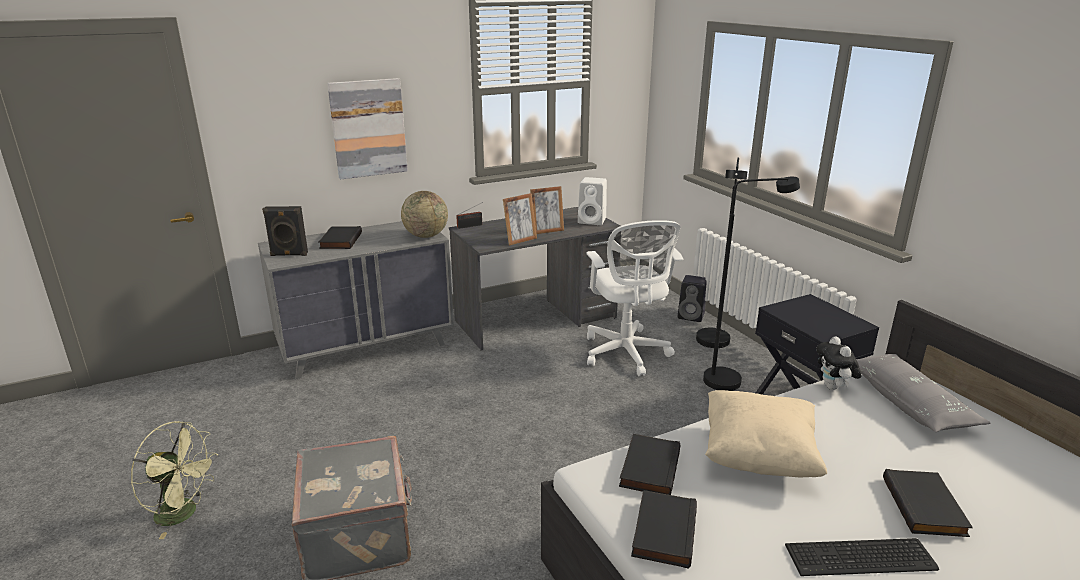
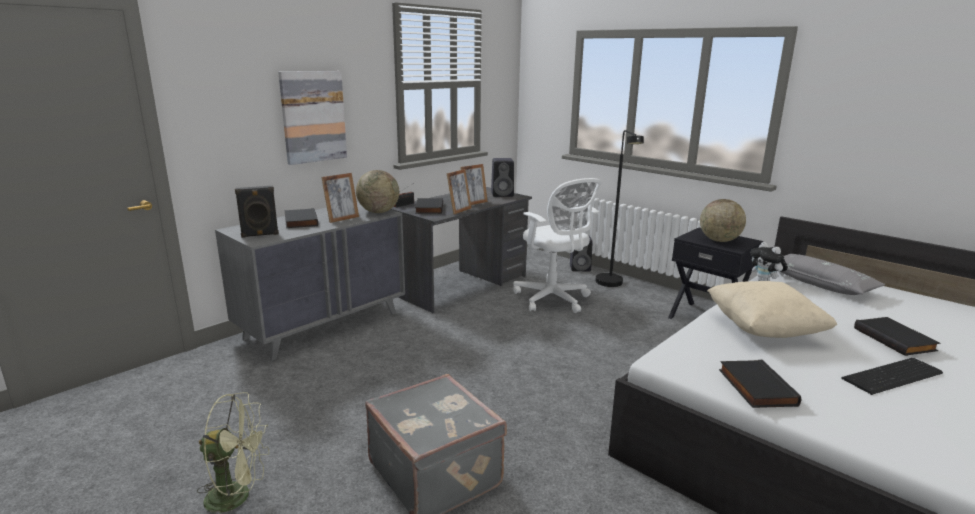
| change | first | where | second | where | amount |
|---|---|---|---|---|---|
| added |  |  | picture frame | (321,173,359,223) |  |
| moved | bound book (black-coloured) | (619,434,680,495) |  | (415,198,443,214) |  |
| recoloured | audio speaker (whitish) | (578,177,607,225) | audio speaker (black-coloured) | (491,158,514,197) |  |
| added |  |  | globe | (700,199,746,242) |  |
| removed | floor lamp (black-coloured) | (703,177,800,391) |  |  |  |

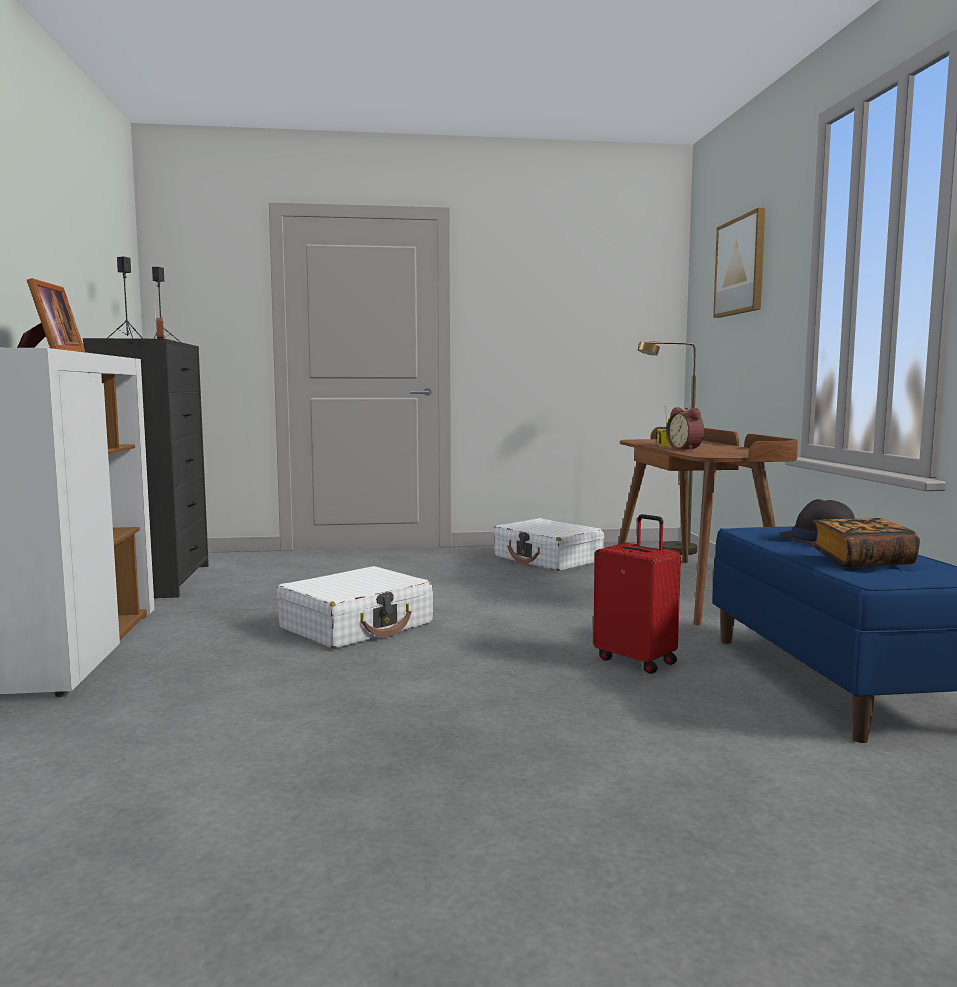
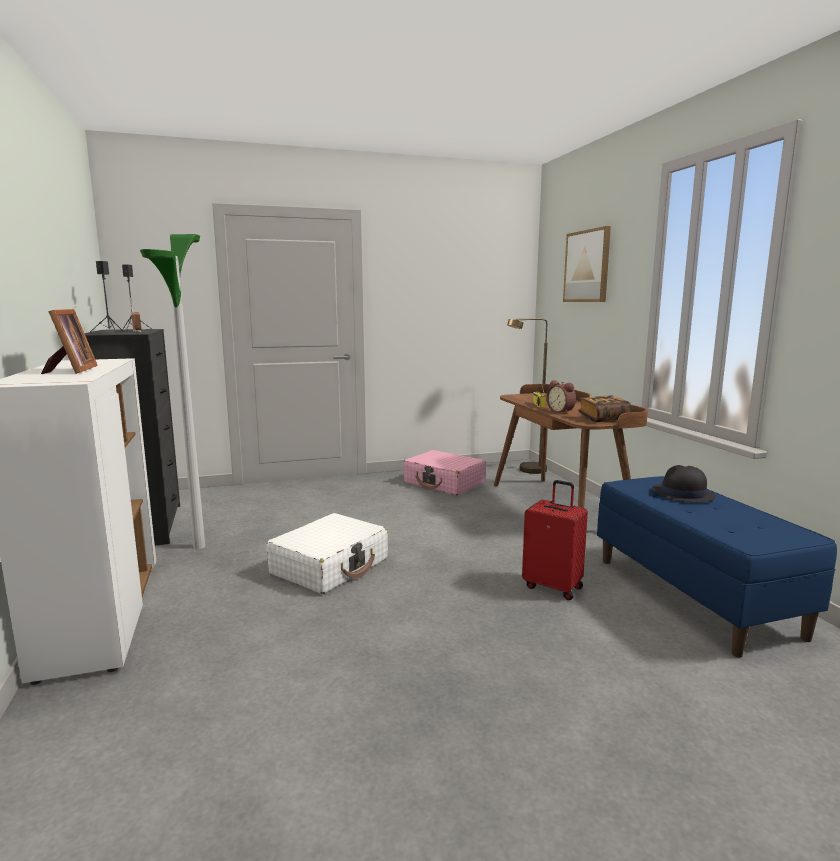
| change | first | where | second | where | amount |
|---|---|---|---|---|---|
| added |  |  | floor lamp | (140,234,205,549) |  |
| recoloured | travel case (whitish) | (494,518,604,571) | travel case (pink-coloured) | (403,450,486,495) |  |
| moved | bound book | (811,518,920,568) |  | (578,395,632,422) |  |

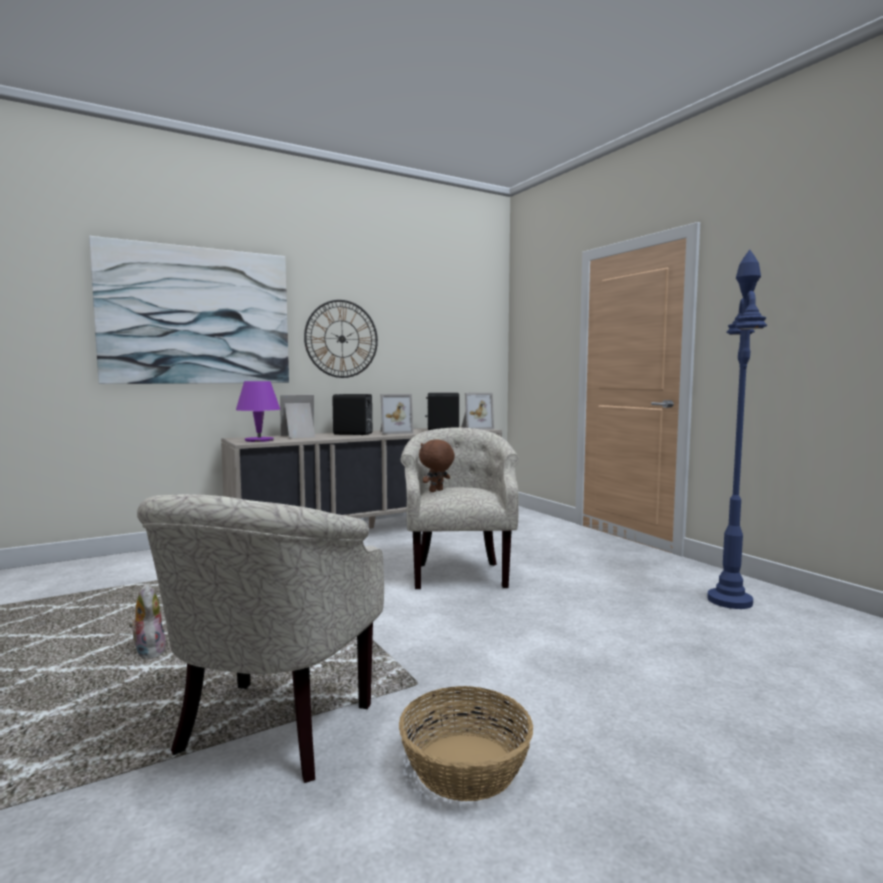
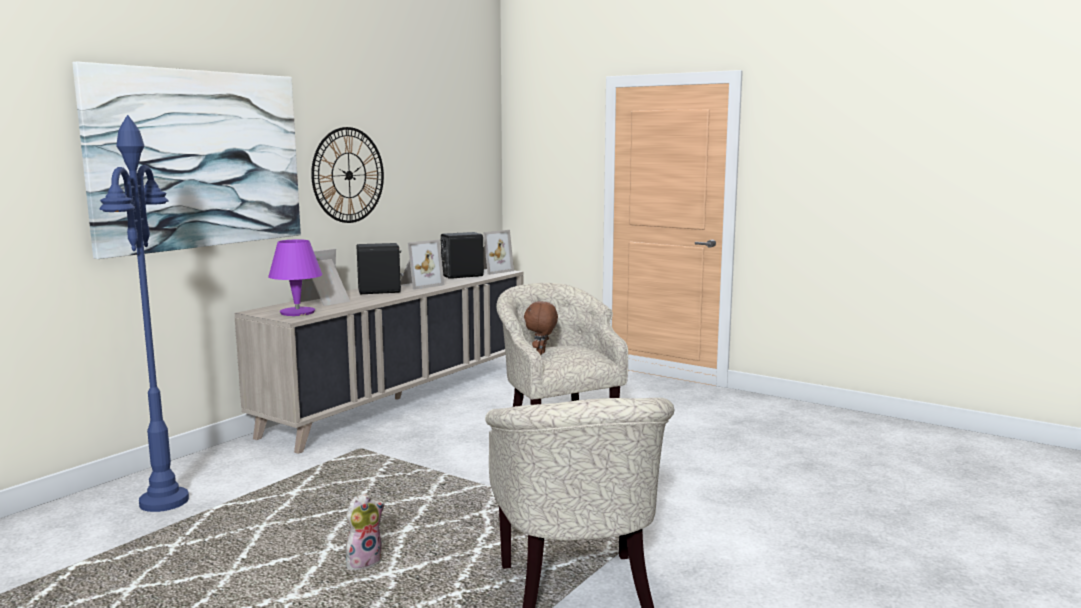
| change | first | where | second | where | amount |
|---|---|---|---|---|---|
| moved | floor lamp (blue-coloured) | (707,250,767,609) |  | (99,115,189,512) |  |
| turned | plush toy | (129,584,166,659) |  | (346,494,385,570) | 105 degrees clockwise |
| removed | household basket | (399,686,533,801) |  |  |  |

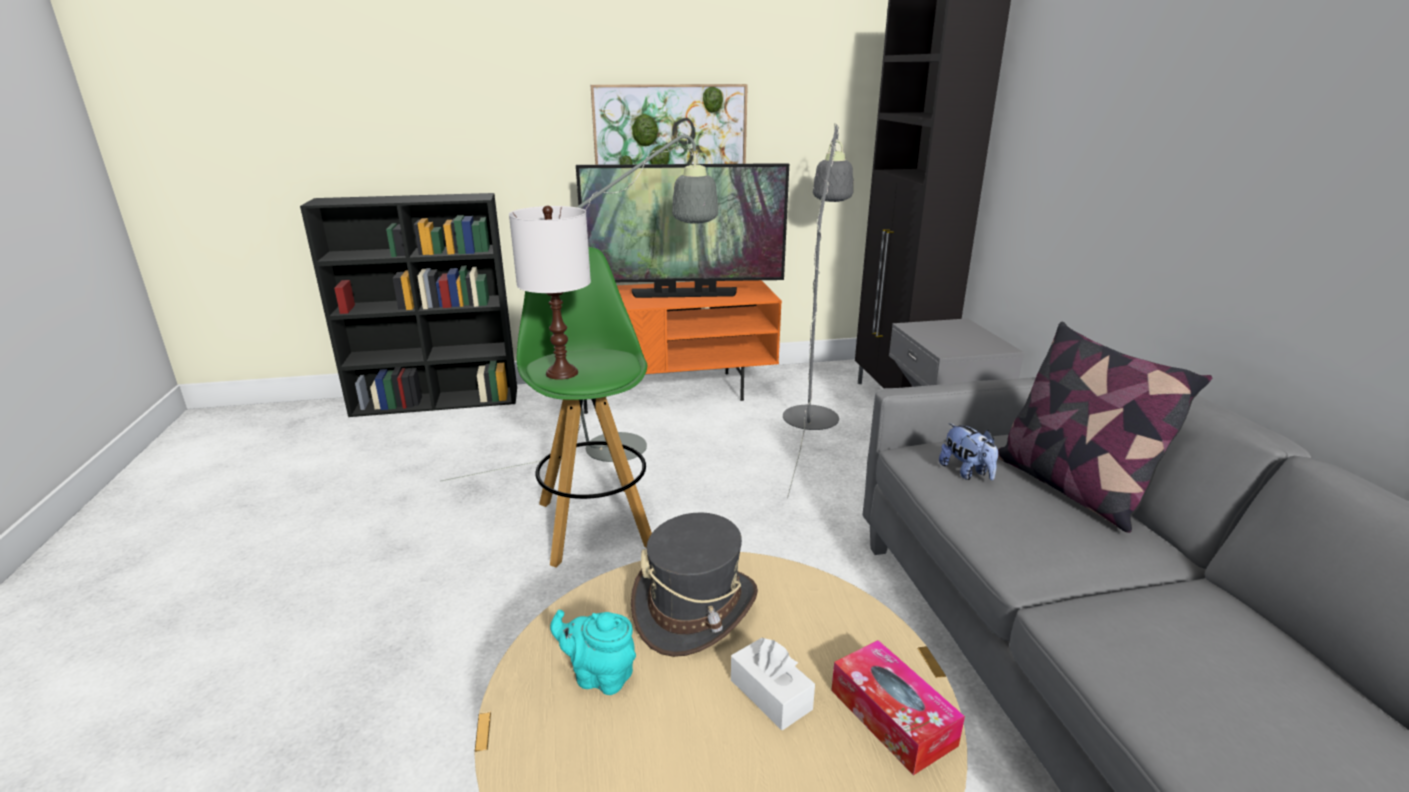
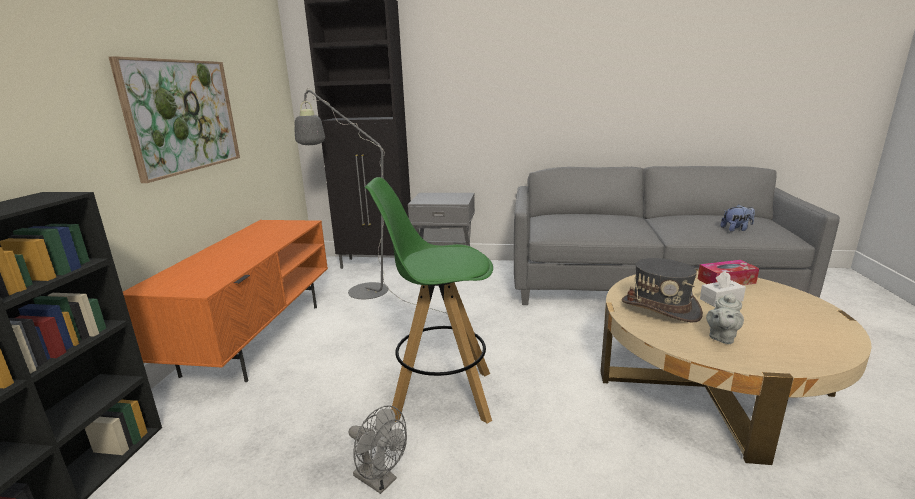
| change | first | where | second | where | amount |
|---|---|---|---|---|---|
| added |  |  | cooling fan (grey) | (349,405,407,494) |  |
| recoloured | pot for tea (blue-green) | (550,610,636,695) | pot for tea (grey) | (706,292,744,344) |  |
| moved | plush toy | (939,423,998,480) |  | (720,205,755,232) |  |
| removed | floor lamp (grey) | (440,131,718,482) |  |  |  |
| removed | lamp for a table (whitish) | (509,205,591,380) |  |  |  |
| removed | TV | (576,163,789,298) |  |  |  |
| removed | throw pillow | (998,322,1212,533) |  |  |  |

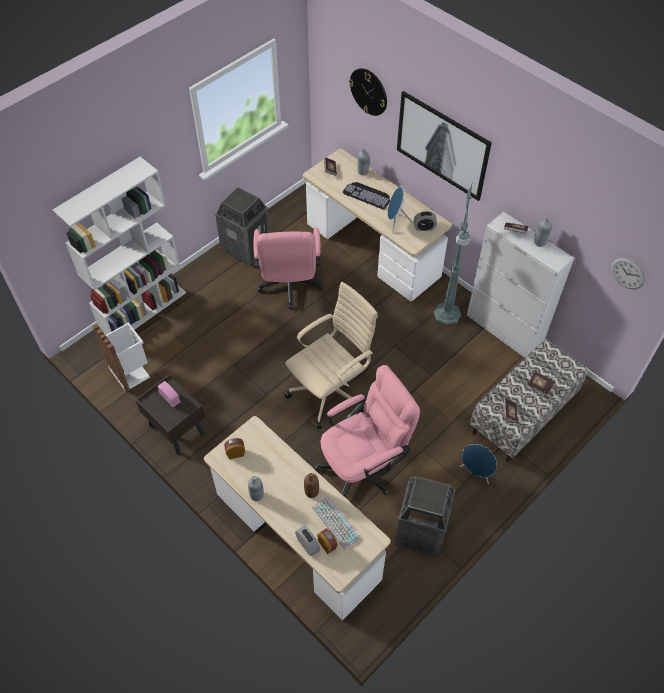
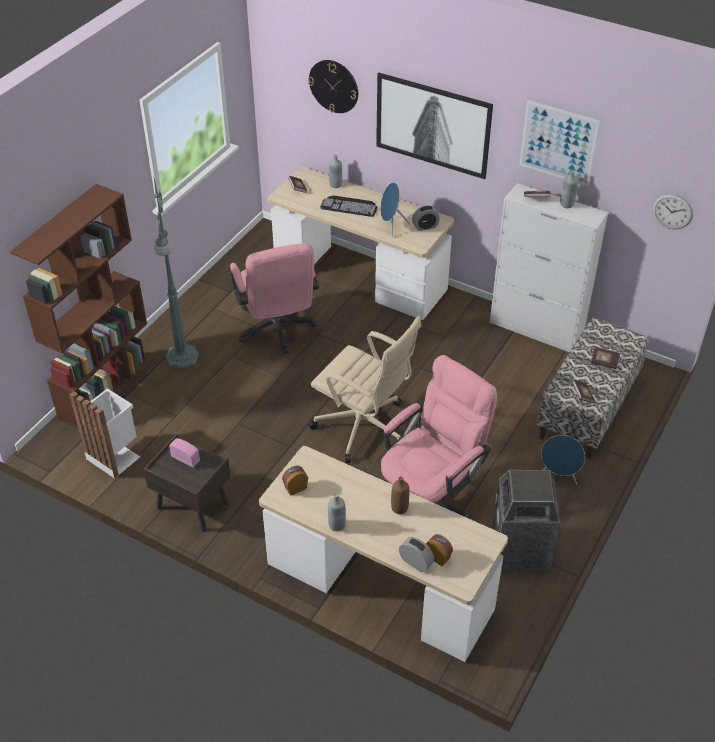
| change | first | where | second | where | amount |
|---|---|---|---|---|---|
| recoloured | bookcase (whitish) | (53,157,186,335) | bookcase (brown) | (10,184,154,428) |  |
| moved | floor lamp (greenish) | (434,185,472,325) |  | (154,178,199,368) |  |
| turned | computer chair (sand-coloured) | (284,282,378,429) |  | (308,316,421,463) | 90 degrees clockwise |
| added |  |  | wall art | (519,100,600,186) |  |
| removed | rubbish bin | (215,187,270,265) |  |  |  |
| removed | keyboard | (312,496,360,549) |  |  |  |

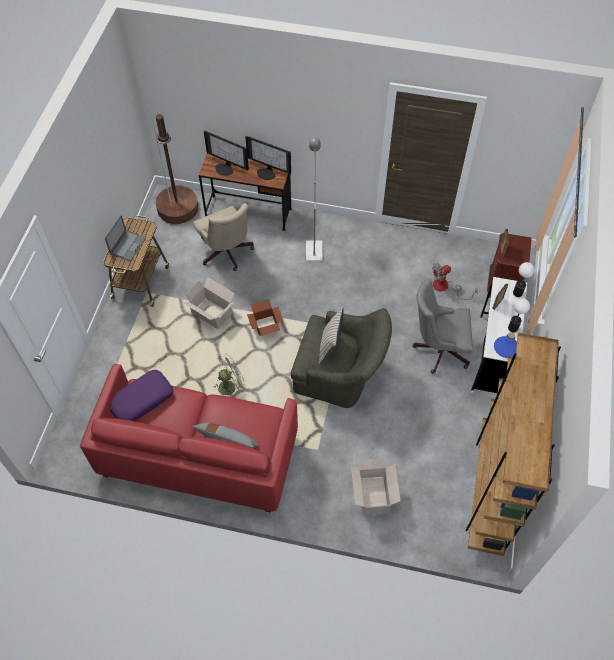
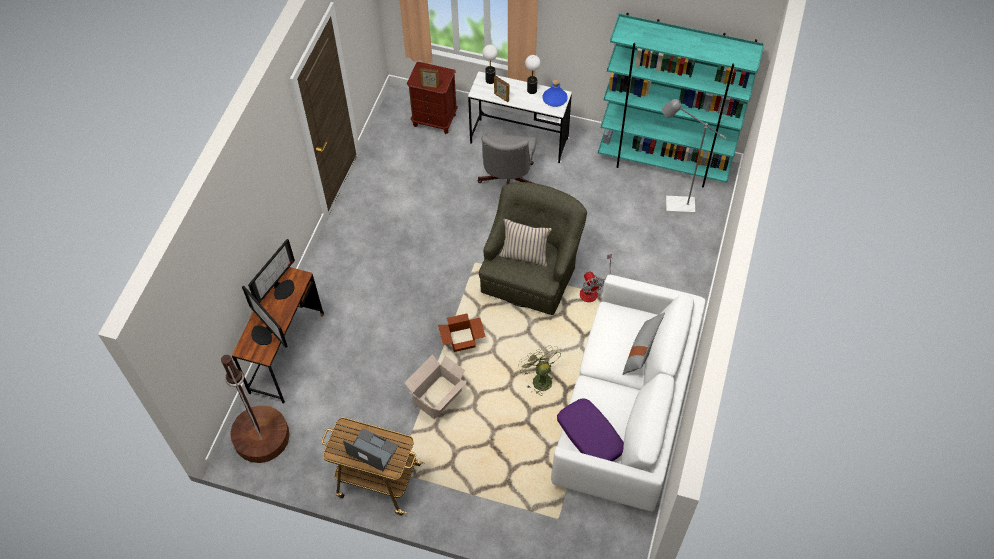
| change | first | where | second | where | amount |
|---|---|---|---|---|---|
| turned | monitor | (204,131,249,176) |  | (242,285,288,348) | 105 degrees clockwise |
| recoloured | sofa (reddish) | (80,364,298,512) | sofa (whitish) | (551,275,705,511) |  |
| moved | cooling fan | (432,263,478,300) |  | (580,254,612,302) |  |
| recoloured | bookcase (brown) | (466,333,561,556) | bookcase (blue-green) | (598,13,764,188) |  |
| moved | floor lamp (grey) | (306,137,323,261) |  | (662,99,726,214) |  |
| removed | computer chair (sand-coloured) | (193,203,254,271) |  |  |  |
| removed | carton | (351,458,401,515) |  |  |  |

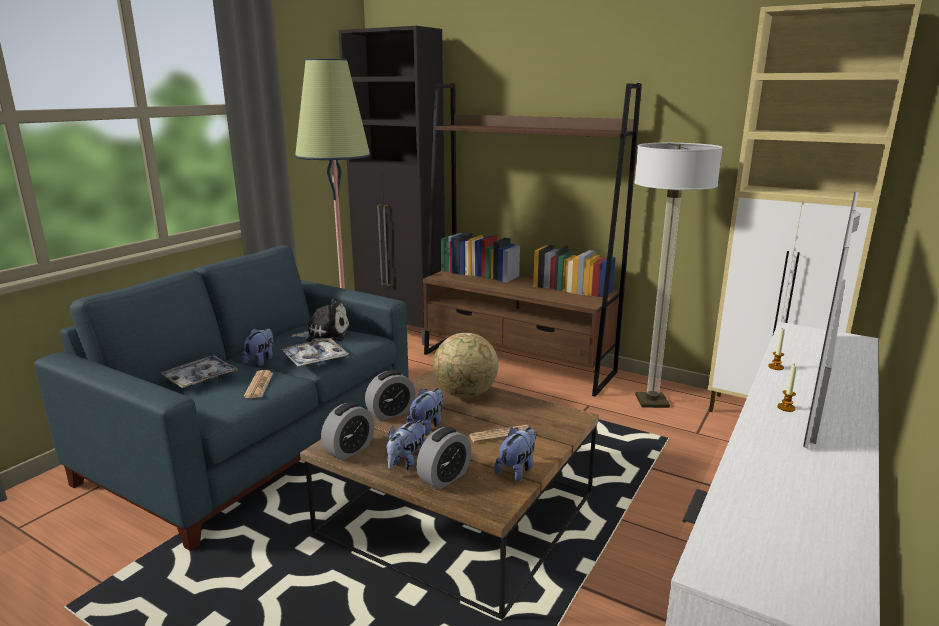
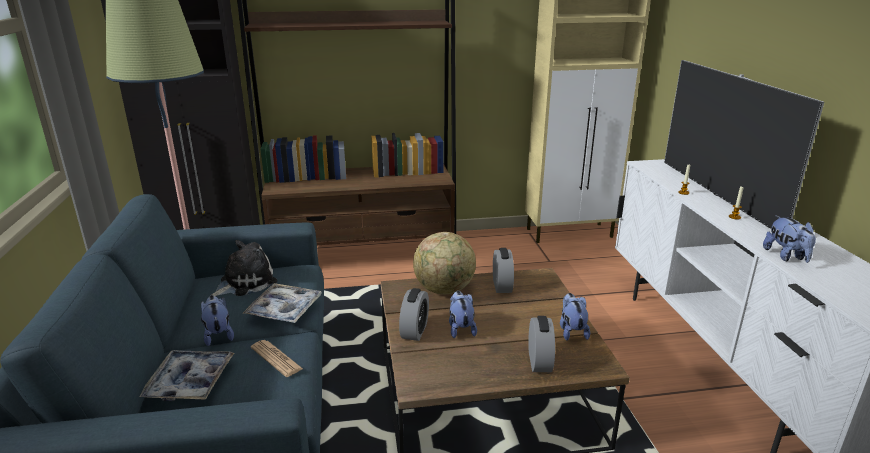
| change | first | where | second | where | amount |
|---|---|---|---|---|---|
| moved | alarm clock | (321,402,375,460) |  | (493,248,514,293) |  |
| moved | plush toy | (387,420,426,470) |  | (763,215,816,263) |  |
| removed | printed paper | (469,425,529,443) |  |  |  |
| removed | floor lamp | (634,143,723,408) |  |  |  |

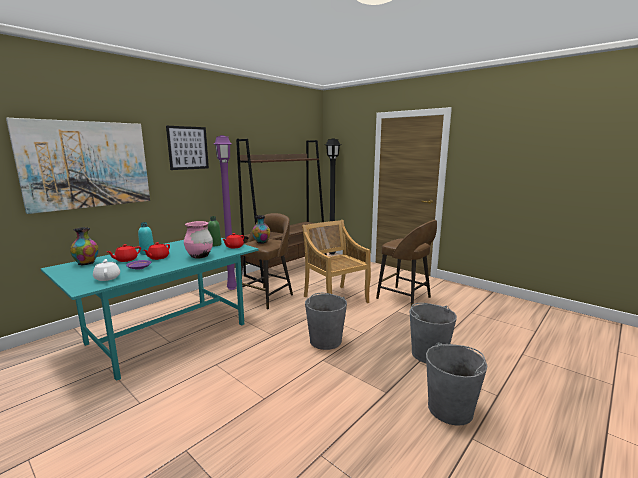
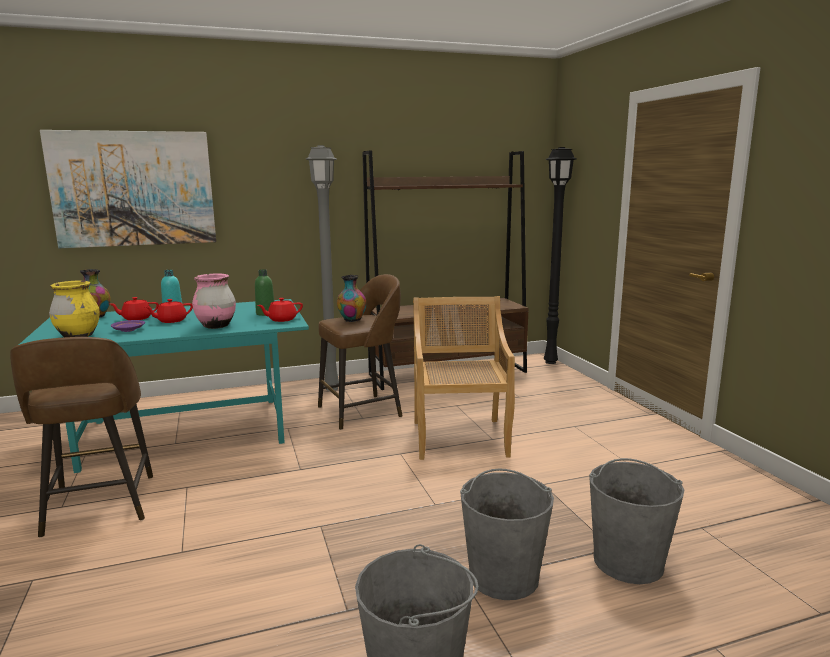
| change | first | where | second | where | amount |
|---|---|---|---|---|---|
| moved | stool seat (brown) | (376,220,437,307) |  | (10,337,153,537) |  |
| replaced | pot for tea (whitish) | (93,259,120,281) | flower vase (yellow-coloured) | (49,281,100,337) |  |
| recoloured | floor lamp (purple-coloured) | (214,135,237,290) | floor lamp (grey) | (306,145,339,391) |  |
| moved | pail (grey) | (305,293,347,350) |  | (589,458,684,584) |  |
| removed | wall art | (166,126,209,170) |  |  |  |

